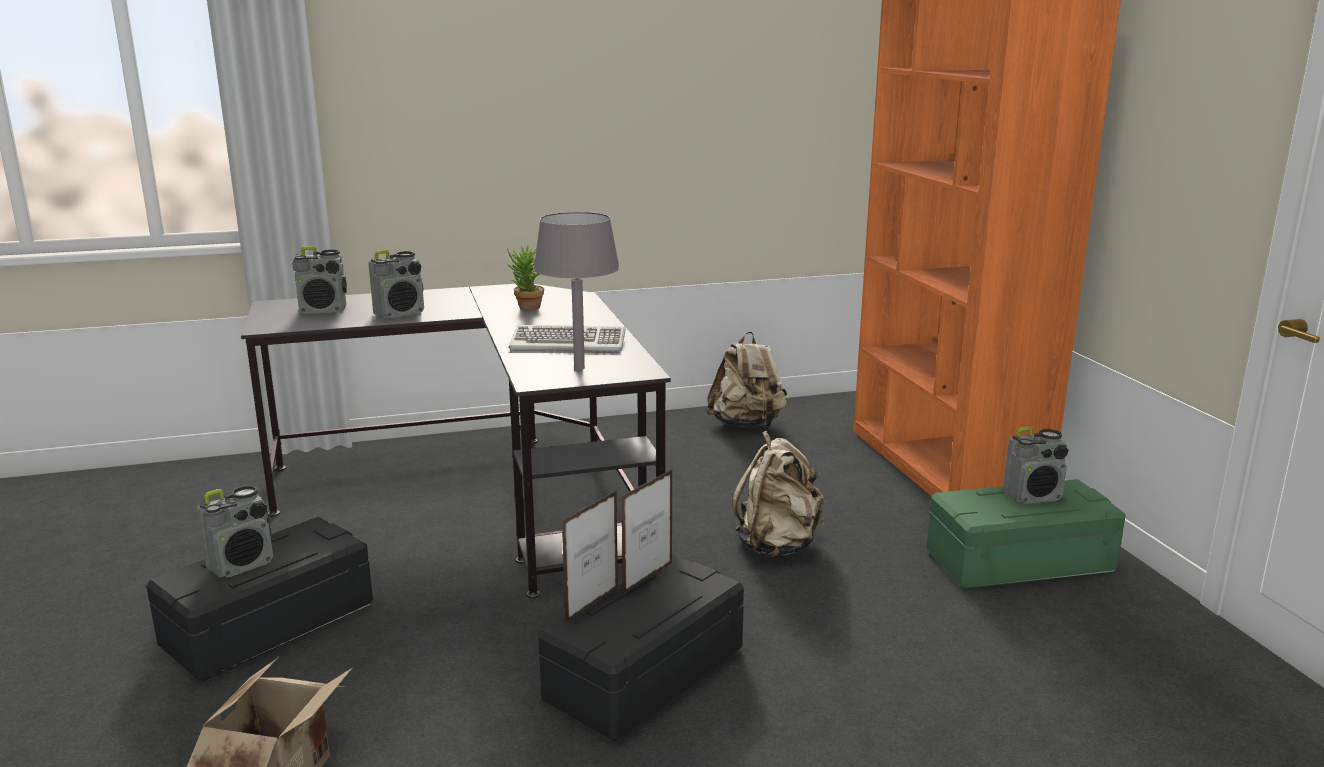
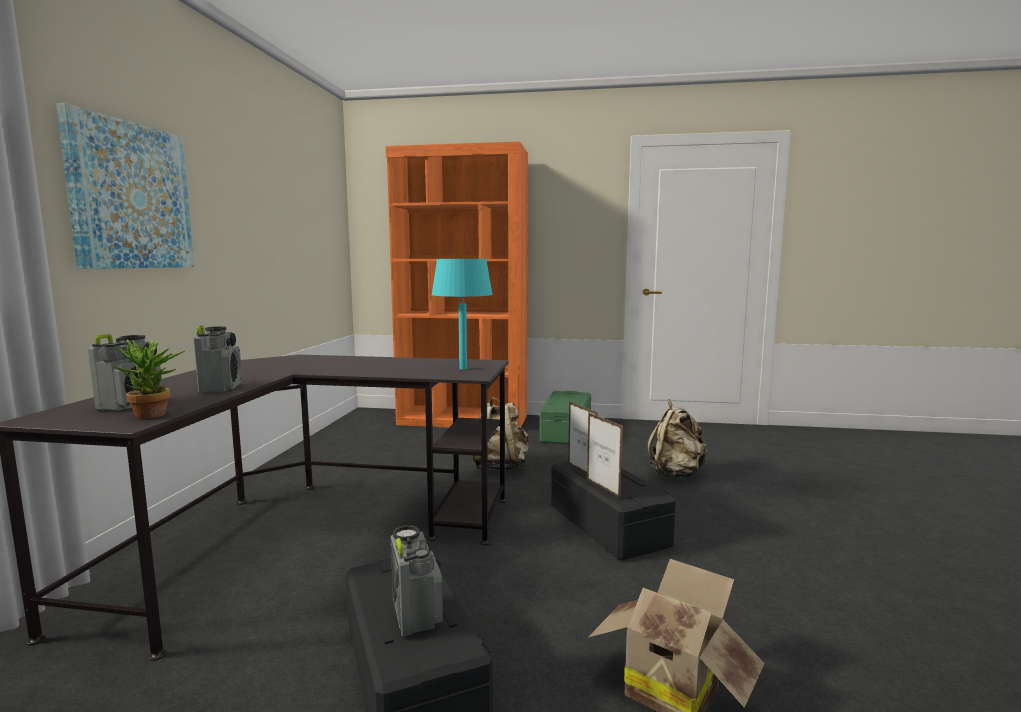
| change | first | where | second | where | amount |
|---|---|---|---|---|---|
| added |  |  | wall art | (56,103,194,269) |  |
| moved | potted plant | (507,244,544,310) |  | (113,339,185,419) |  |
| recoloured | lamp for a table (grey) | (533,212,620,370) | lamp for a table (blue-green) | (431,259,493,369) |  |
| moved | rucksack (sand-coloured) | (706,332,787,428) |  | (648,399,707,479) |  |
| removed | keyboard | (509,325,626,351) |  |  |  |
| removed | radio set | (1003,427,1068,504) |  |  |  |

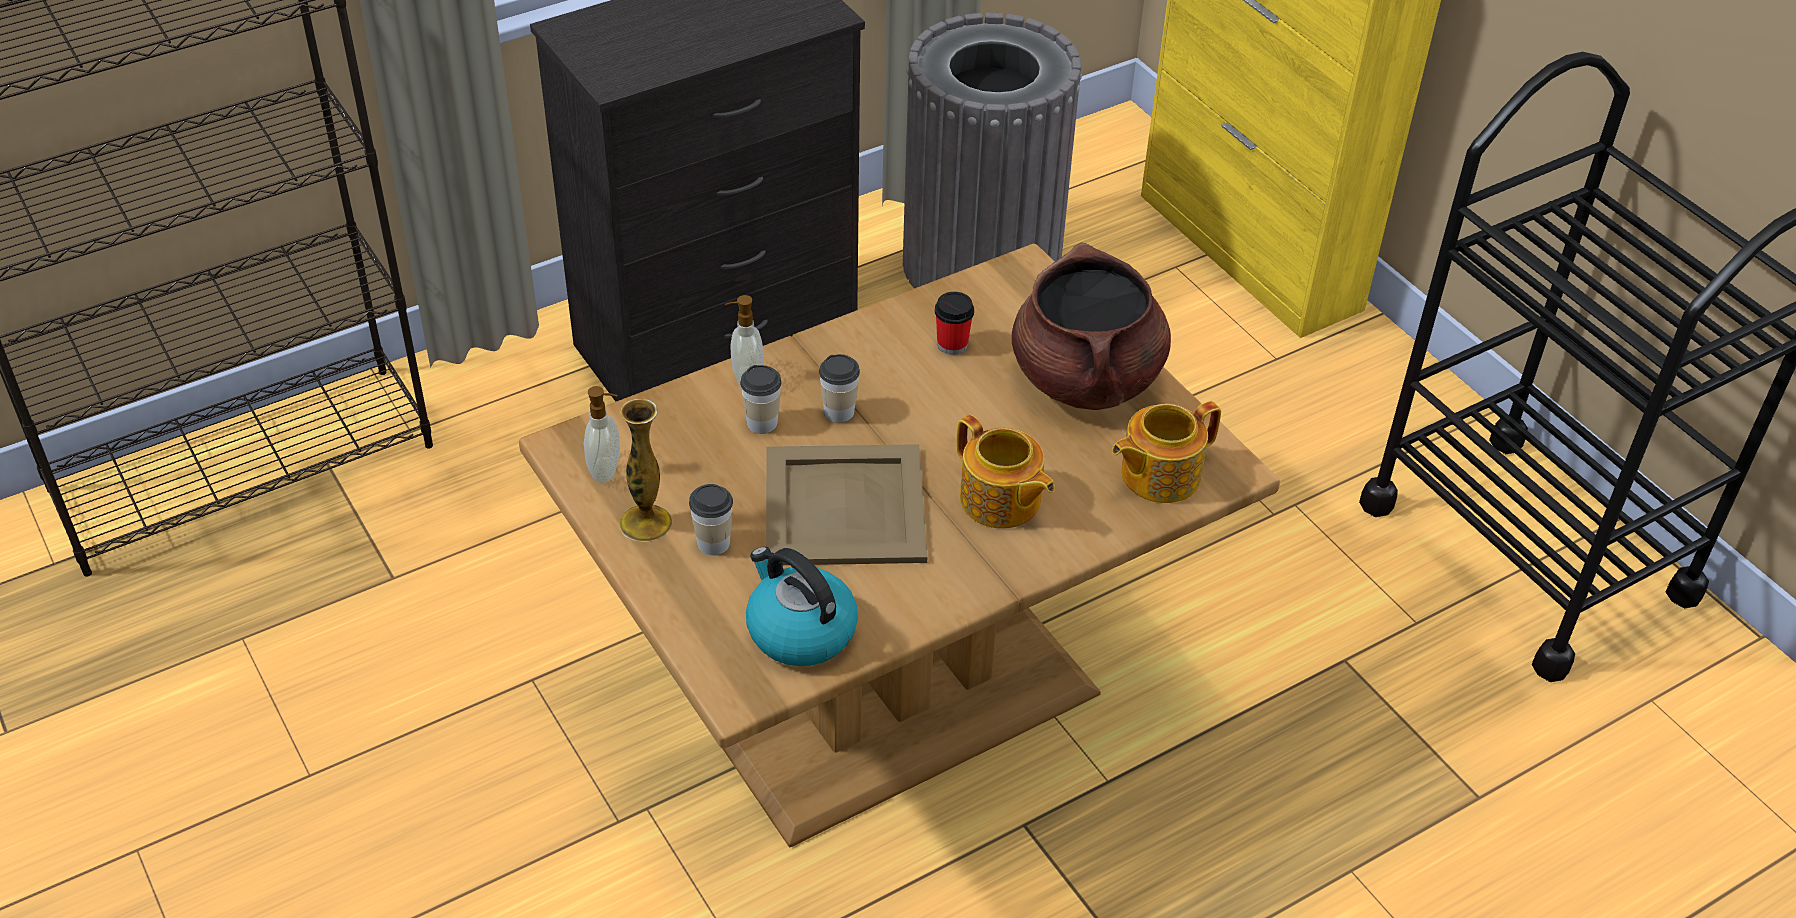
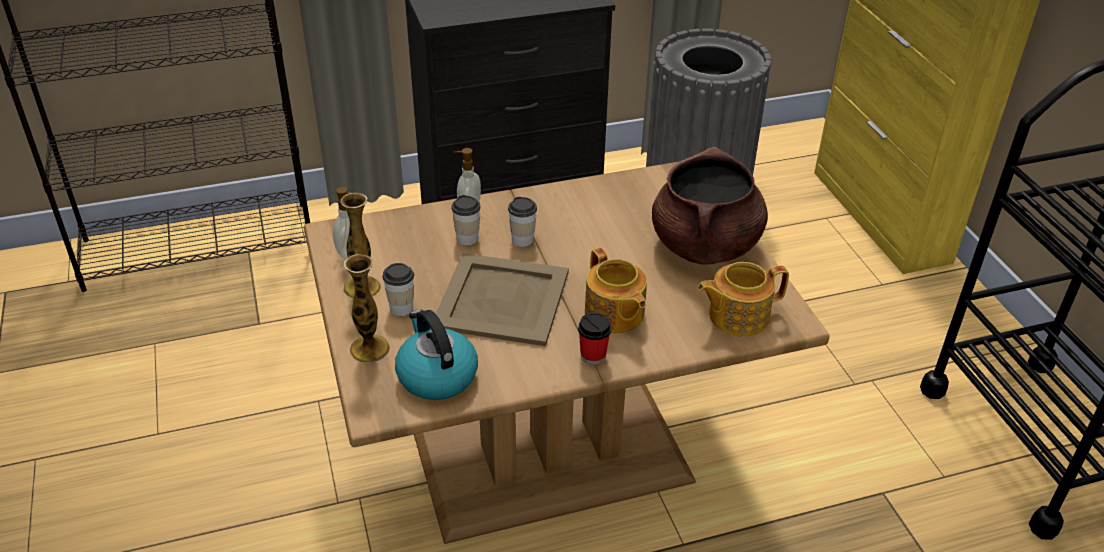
| change | first | where | second | where | amount |
|---|---|---|---|---|---|
| added |  |  | flower vase | (343,254,390,363) |  |
| moved | cup | (935,292,974,355) |  | (578,312,611,365) |  |

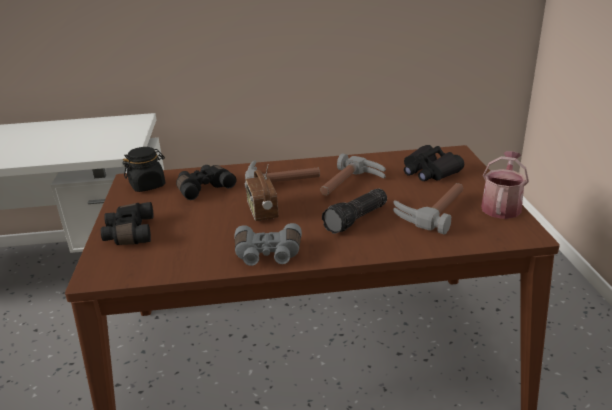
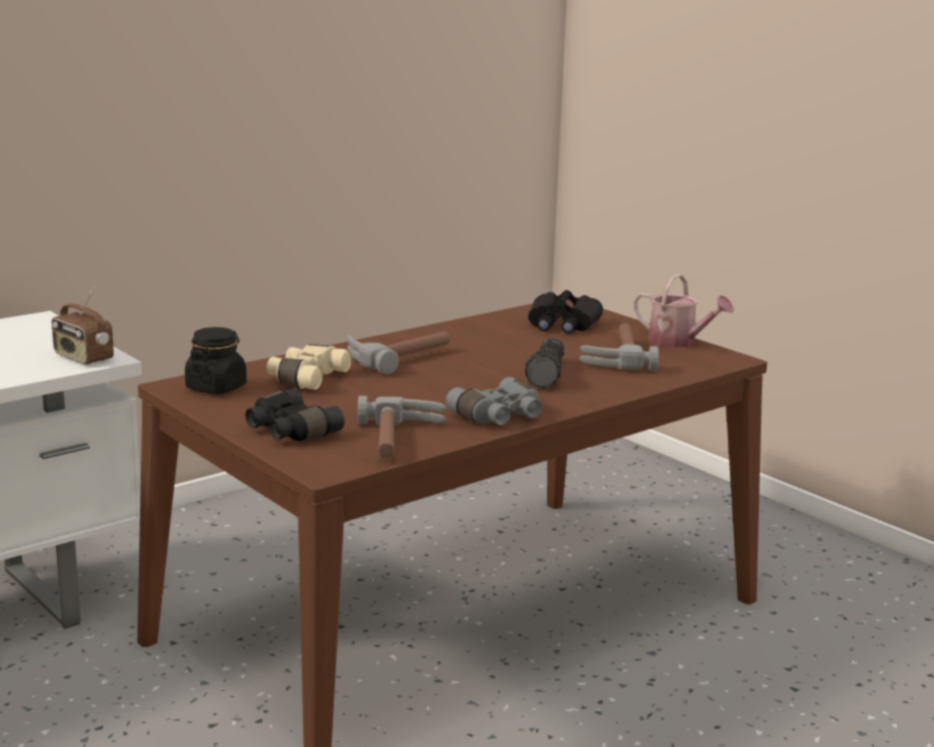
| change | first | where | second | where | amount |
|---|---|---|---|---|---|
| moved | radio set | (245,164,279,221) |  | (52,287,114,365) |  |
| recoloured | field glasses (black-coloured) | (176,165,237,200) | field glasses (sand-coloured) | (267,344,352,390) |  |
| moved | hammer | (320,153,386,196) |  | (358,396,447,458) |  |
| turned | watering can | (481,151,529,219) |  | (634,274,734,348) | 135 degrees clockwise |

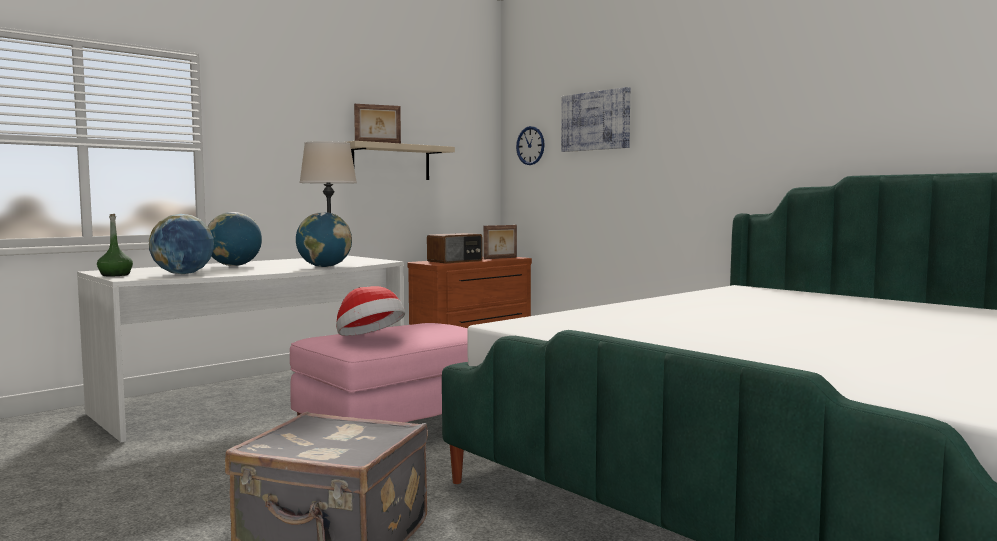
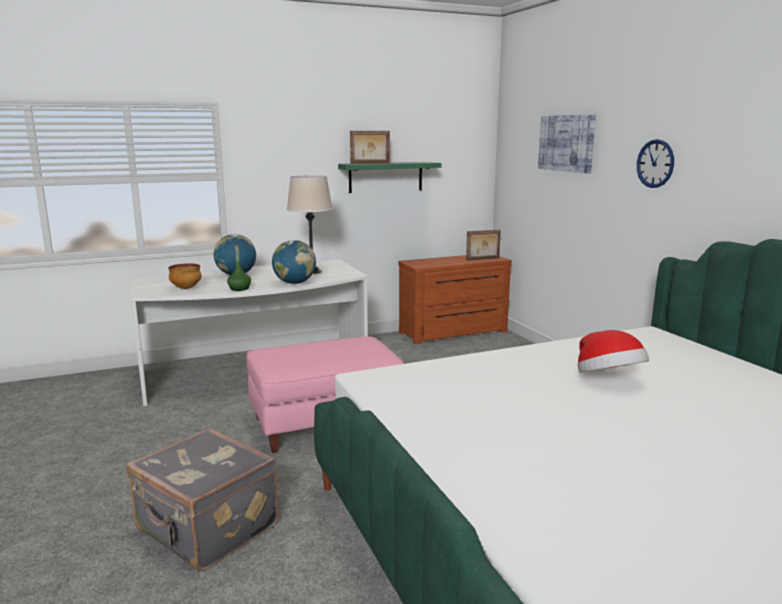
| change | first | where | second | where | amount |
|---|---|---|---|---|---|
| replaced | globe | (149,214,214,274) | deep dish | (168,263,201,289) |  |
| moved | beverage bottle (greenish) | (97,214,133,276) |  | (227,245,251,291) |  |
| recoloured | wall shelf (sand-coloured) | (348,141,455,180) | wall shelf (greenish) | (338,162,442,193) |  |
| moved | wearable hat | (336,286,405,336) |  | (578,330,649,373) |  |
| moved | clock on the wall | (516,126,545,165) |  | (637,139,674,188) |  |
| removed | radio set | (427,233,482,263) |  |  |  |

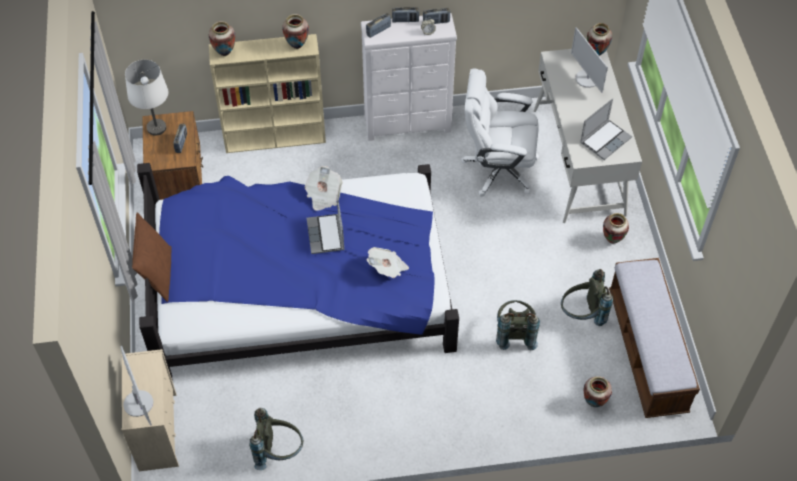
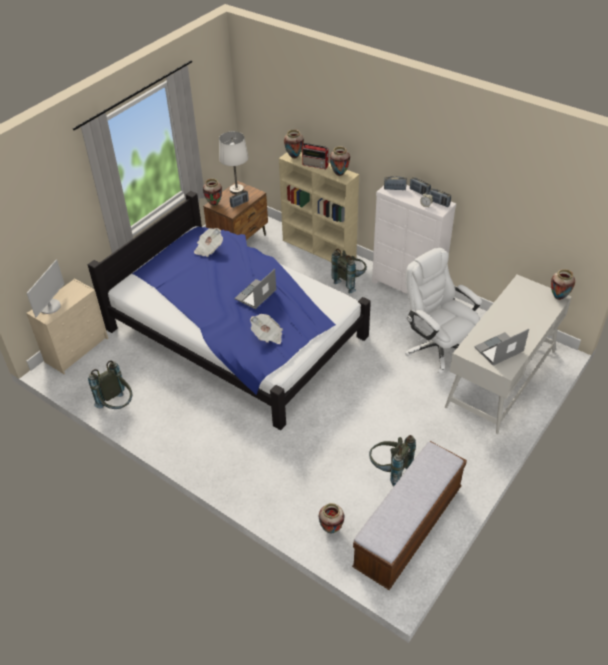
| change | first | where | second | where | amount |
|---|---|---|---|---|---|
| moved | printed paper | (305,166,343,211) |  | (194,228,223,257) |  |
| moved | flower vase | (603,213,629,244) |  | (203,179,222,206) |  |
| added |  |  | radio set | (302,143,329,169) |  |
| moved | rucksack (grey) | (496,300,540,350) |  | (331,249,367,293) |  |
| turned | laptop | (580,98,632,160) |  | (475,329,529,366) | 150 degrees clockwise |
| removed | throw pillow (brown) | (132,212,172,302) |  |  |  |
| removed | monitor | (571,27,608,93) |  |  |  |

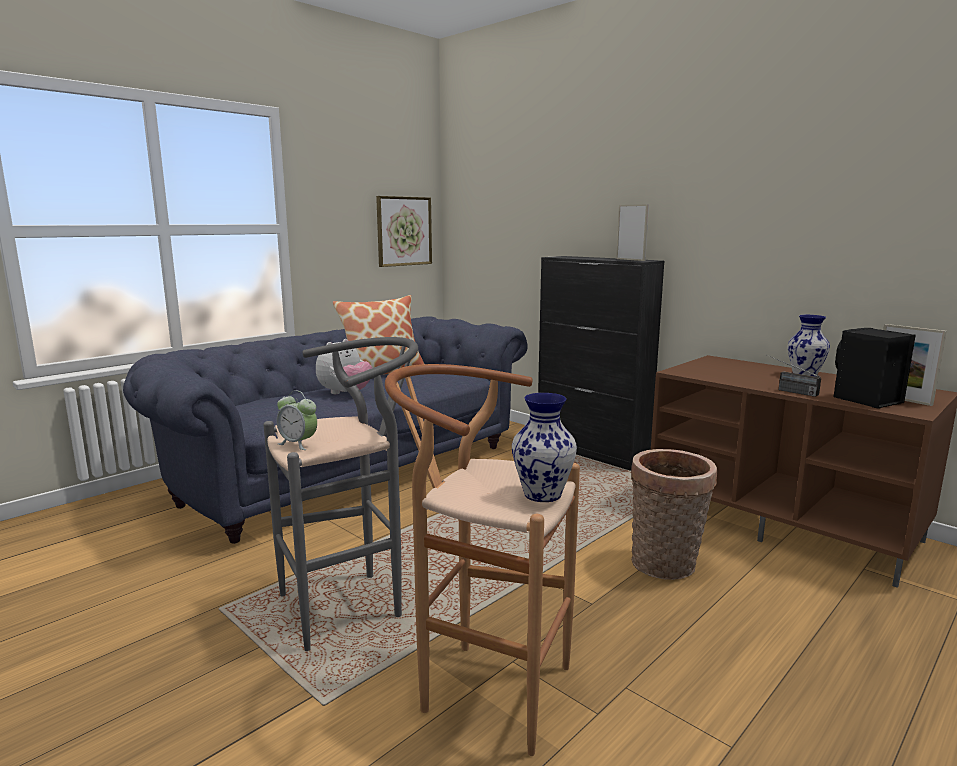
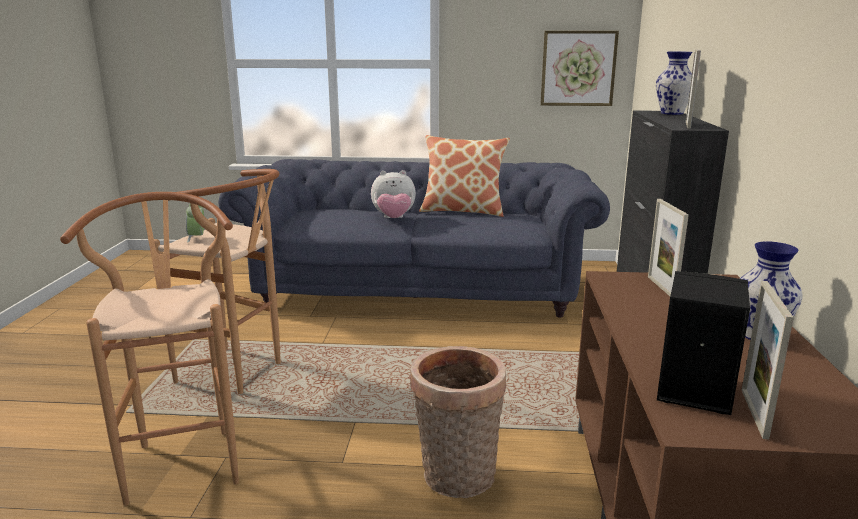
| change | first | where | second | where | amount |
|---|---|---|---|---|---|
| recoloured | stool seat (grey) | (264,337,418,651) | stool seat (brown) | (154,169,281,394) |  |
| added |  |  | picture frame | (648,199,689,296) |  |
| moved | flower vase | (512,393,577,502) |  | (656,52,692,115) |  |
| removed | radio set | (767,355,821,397) |  |  |  |

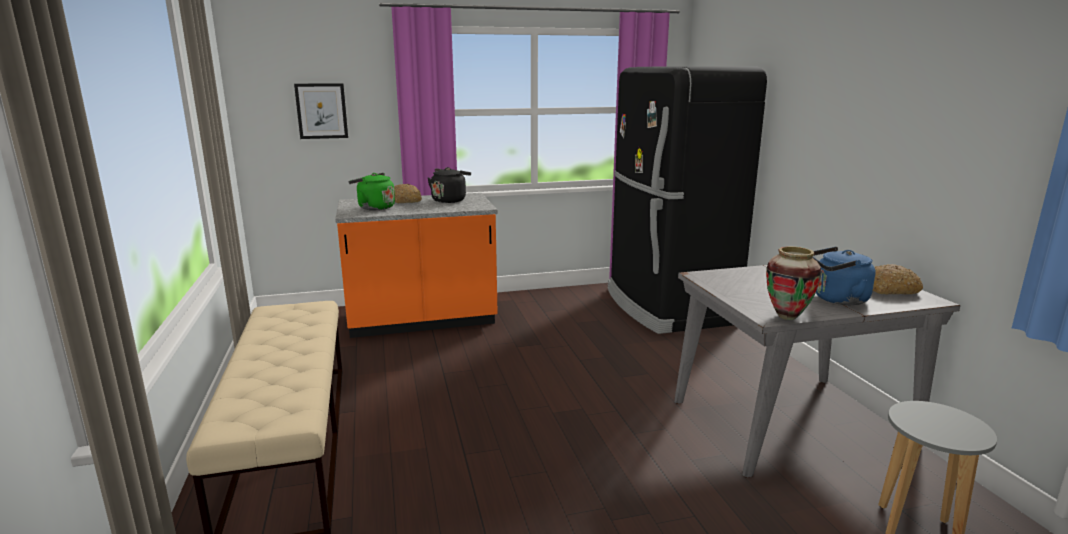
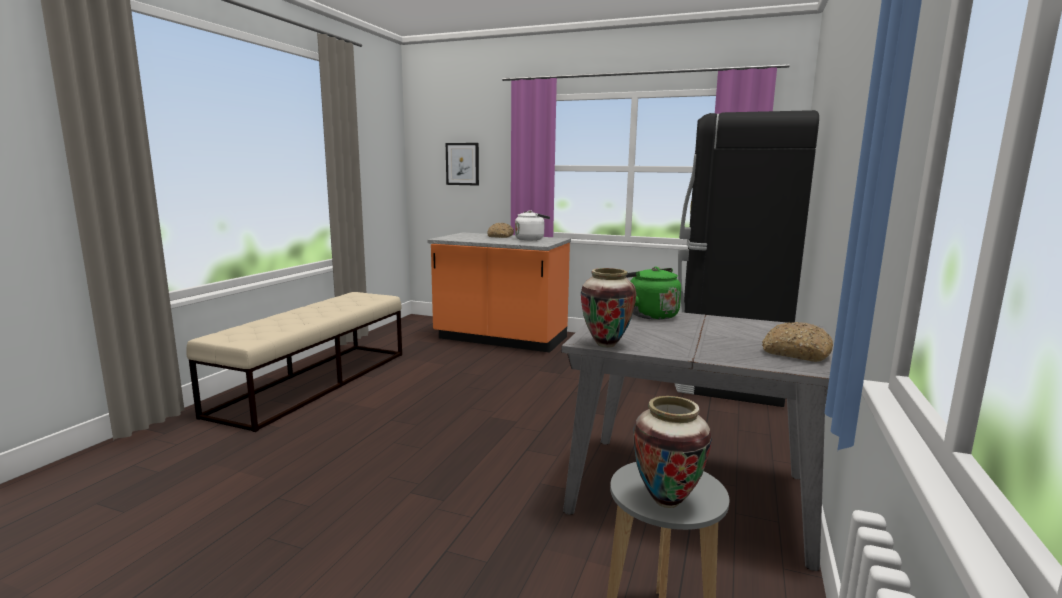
| change | first | where | second | where | amount |
|---|---|---|---|---|---|
| recoloured | tea kettle (black-coloured) | (428,167,471,203) | tea kettle (whitish) | (515,210,550,240) |  |
| moved | tea kettle (greenish) | (348,173,395,210) |  | (626,267,681,320) |  |
| added |  |  | flower vase | (633,396,712,508) |  |
| removed | tea kettle (blue-coloured) | (813,247,876,305) |  |  |  |

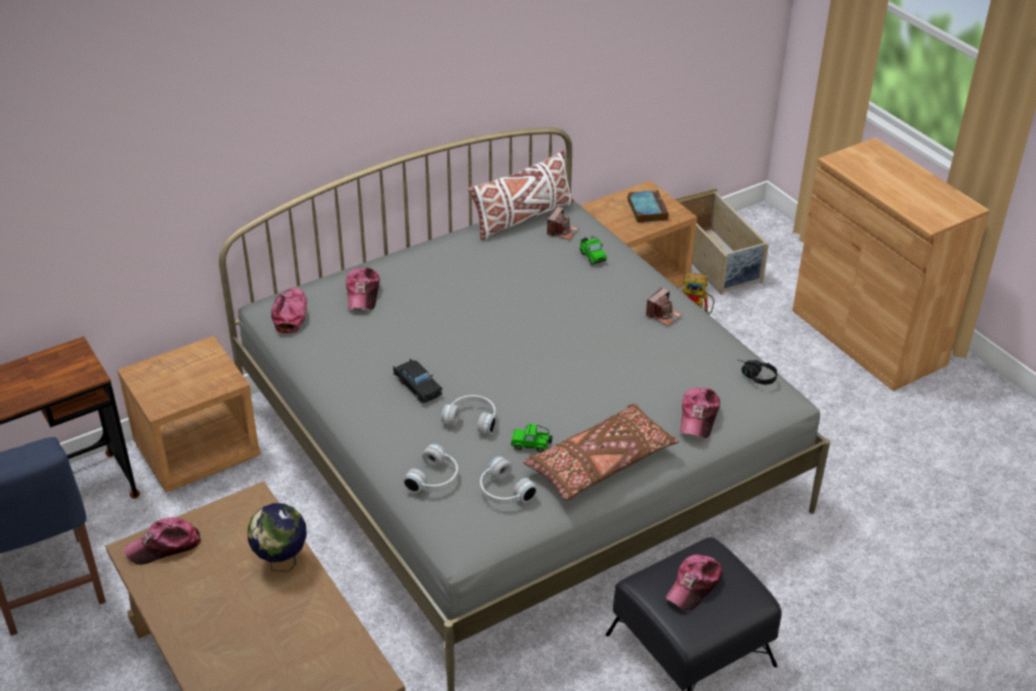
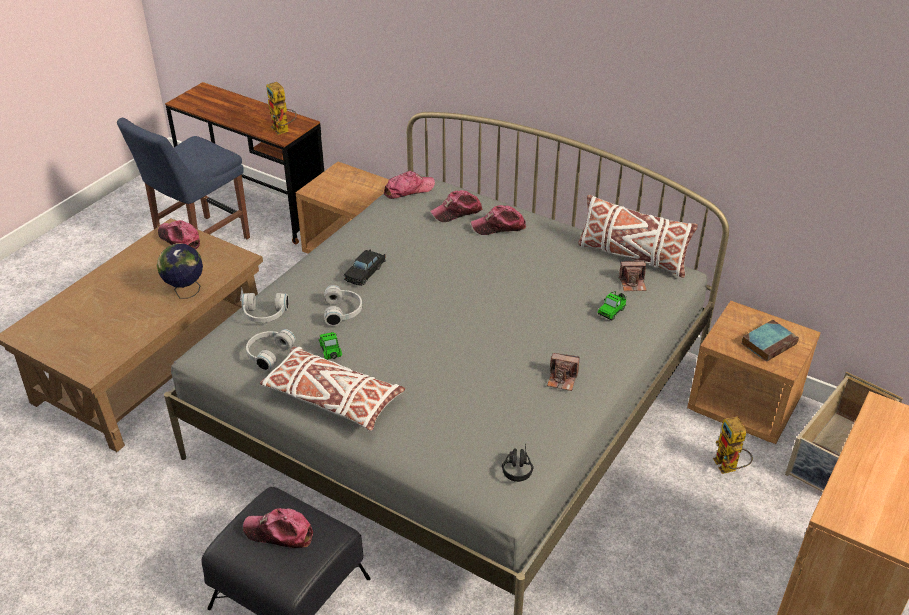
| change | first | where | second | where | amount |
|---|---|---|---|---|---|
| recoloured | throw pillow (brown) | (523,403,679,500) | throw pillow (whitish) | (260,347,405,431) |  |
| added |  |  | model robot | (266,82,297,135) |  |
| moved | peaked cap | (680,388,720,438) |  | (471,205,526,235) |  |

